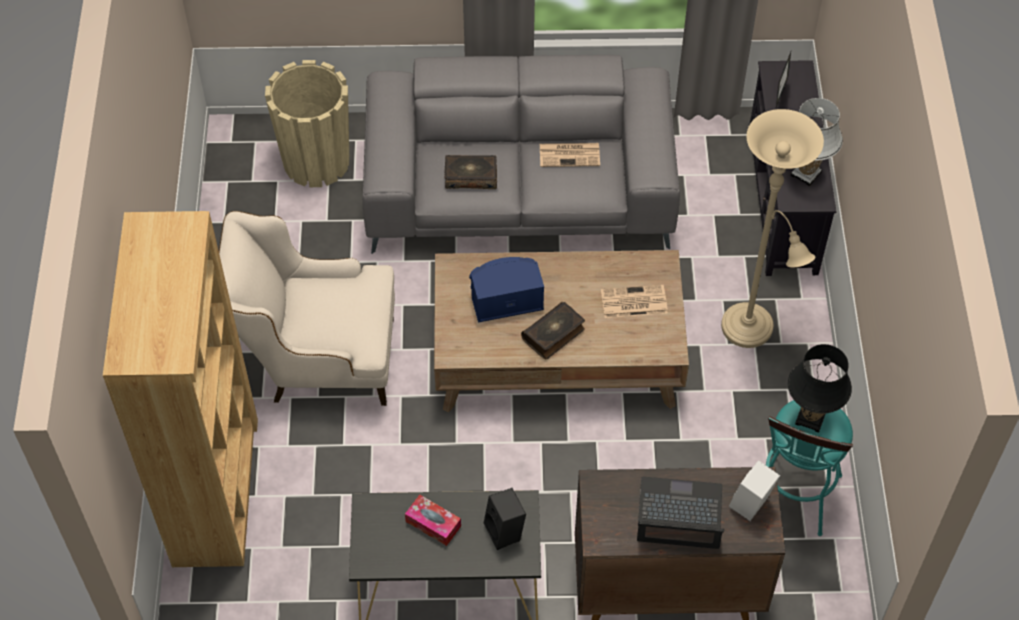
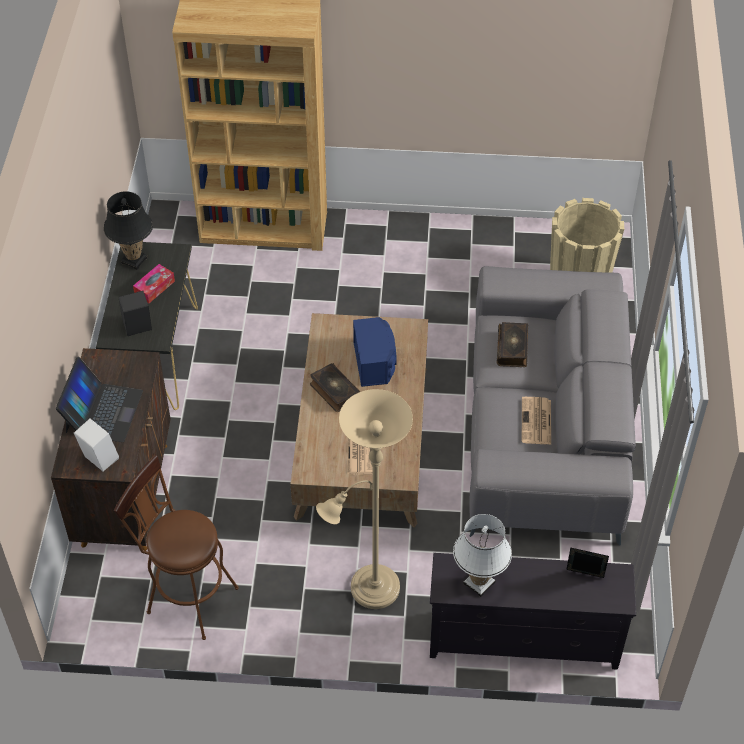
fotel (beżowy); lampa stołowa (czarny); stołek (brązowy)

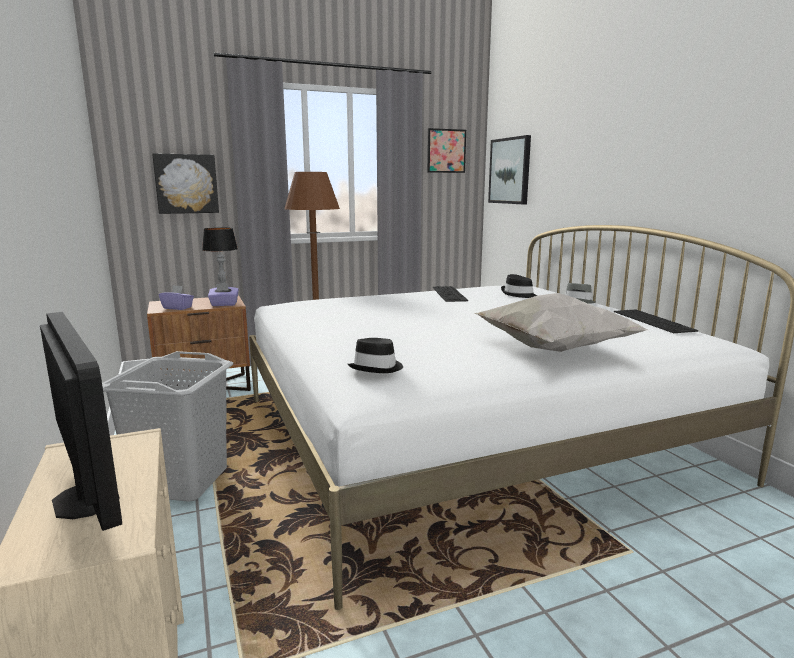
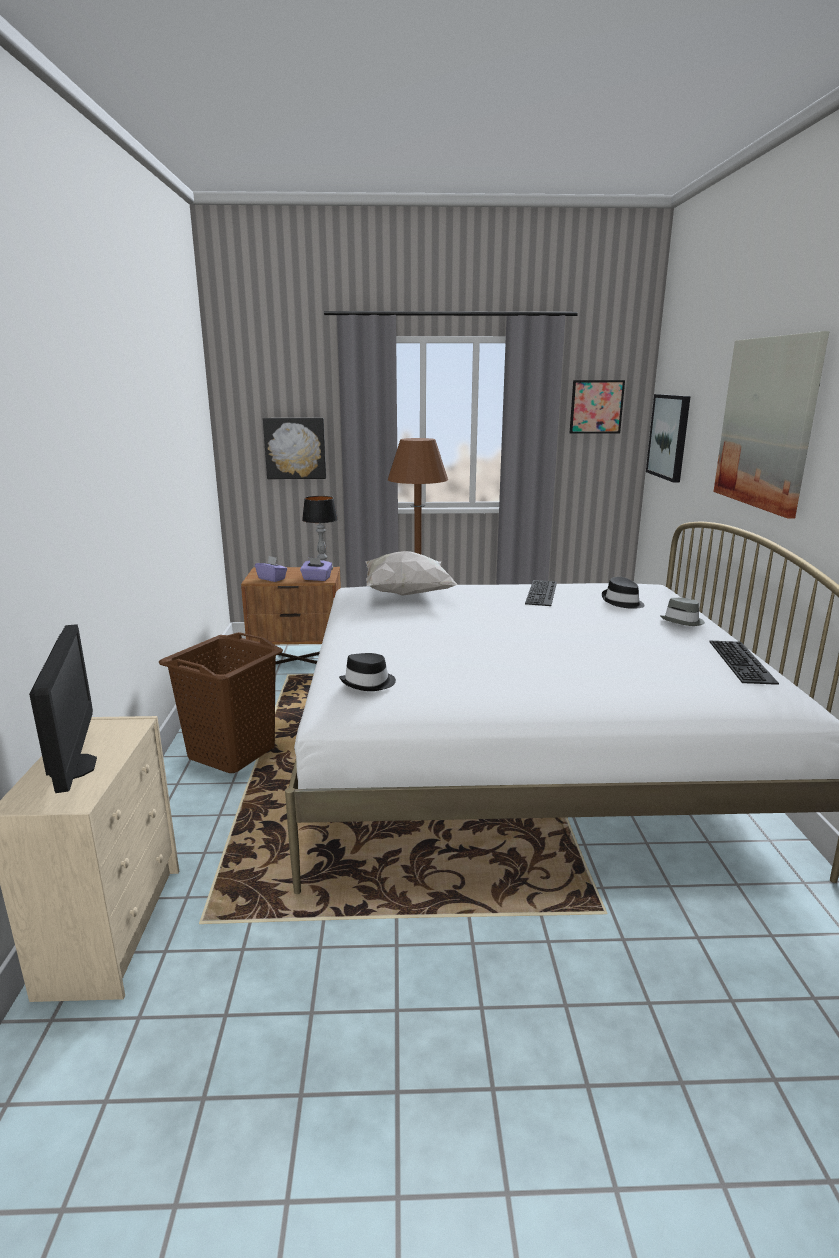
poduszka (biały); kosz na pranie (brązowy); obraz (4th from left)

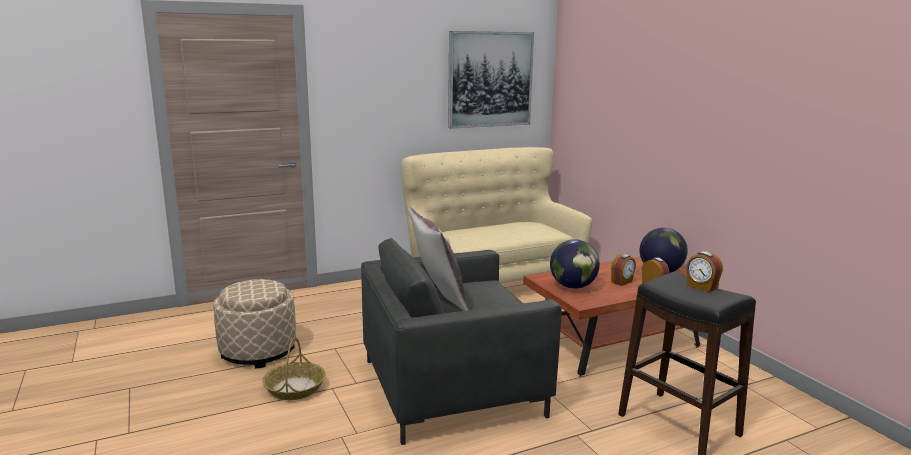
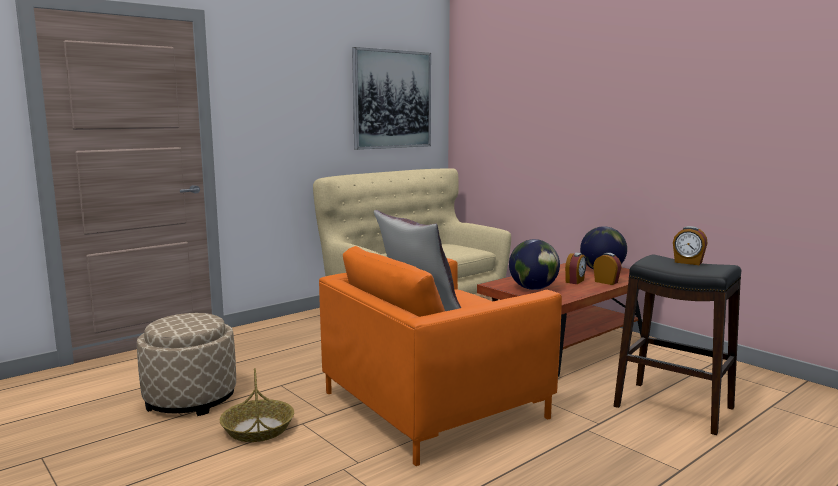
fotel (pomarańczowy)

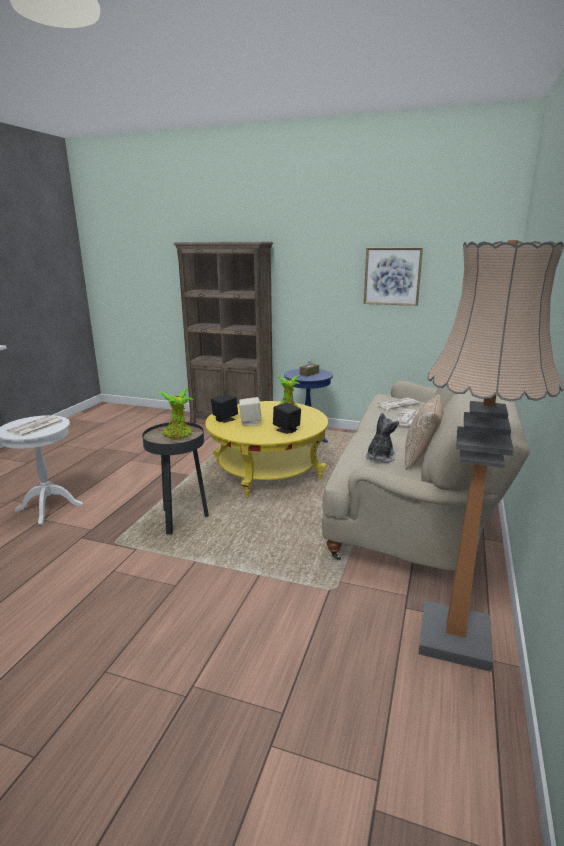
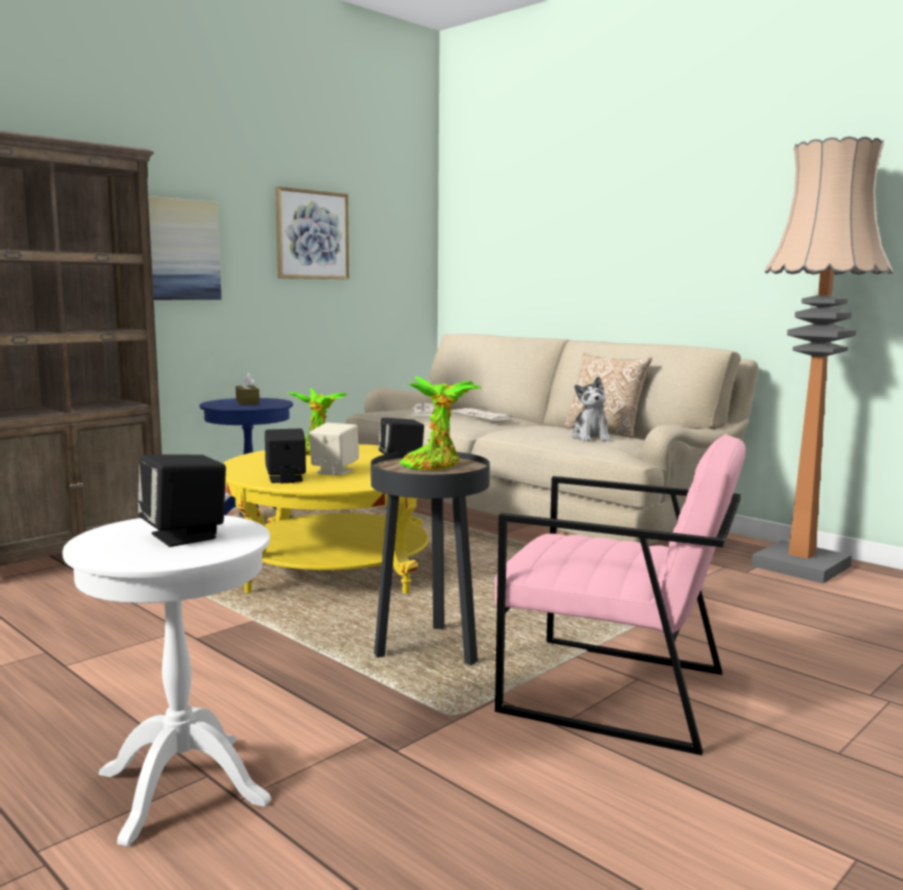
pluszak; głośnik (czarny) (1st from left); obraz (1st from left); fotel (różowy)

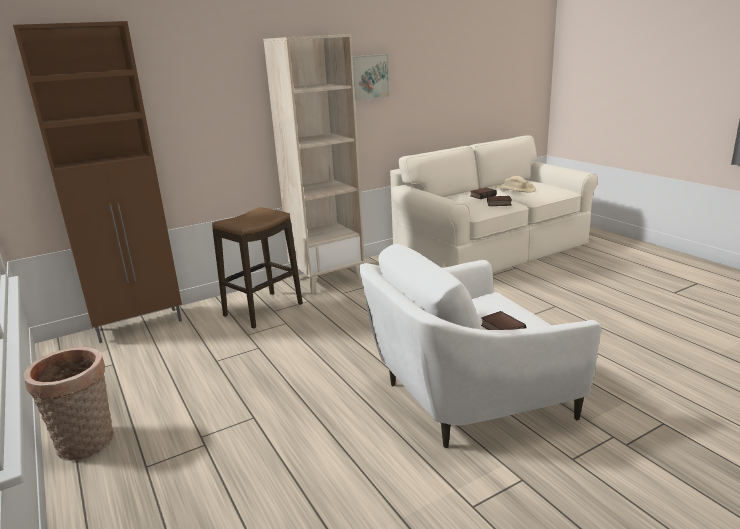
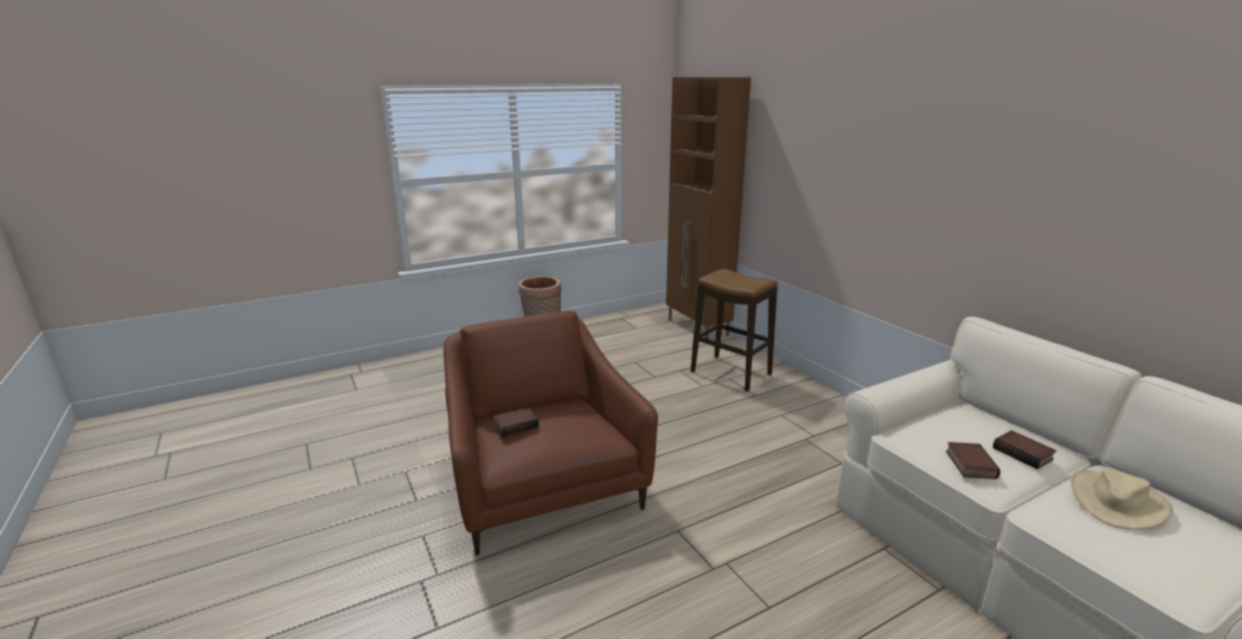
regał (beżowy); obraz; fotel (brązowy)

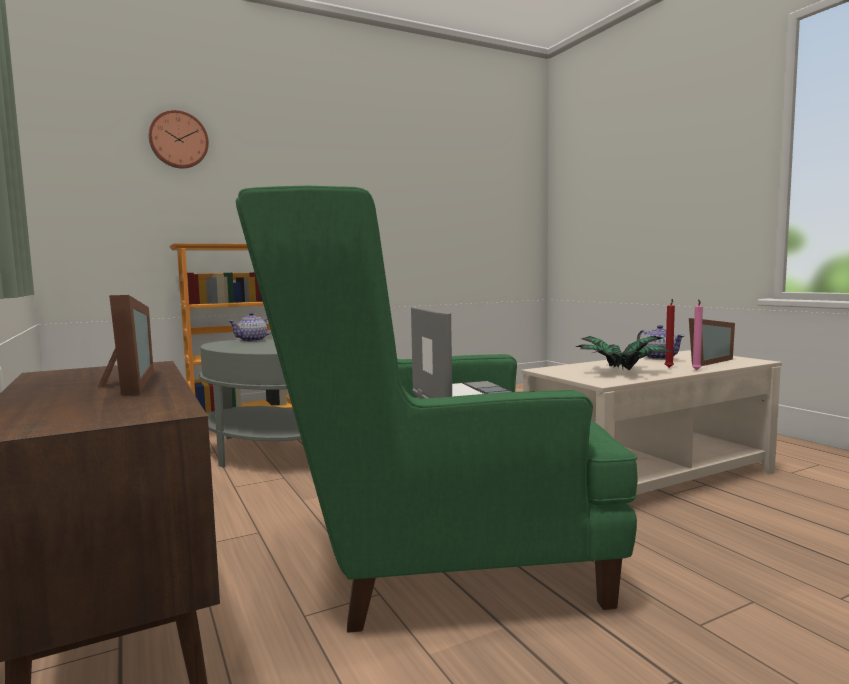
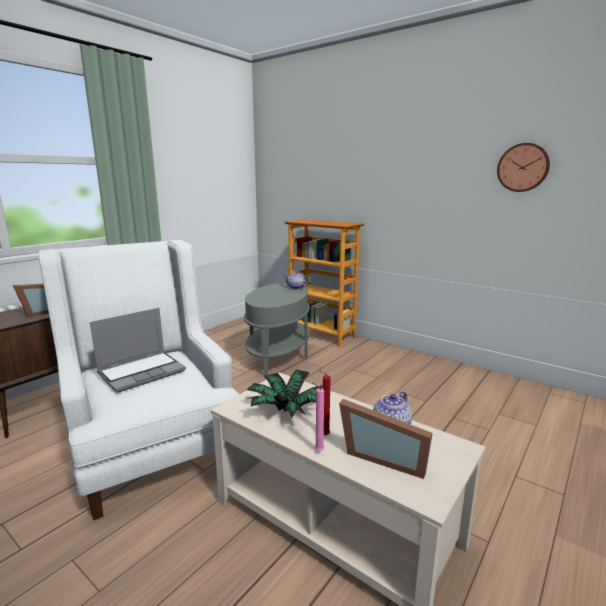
zegar ścienny; fotel (biały)

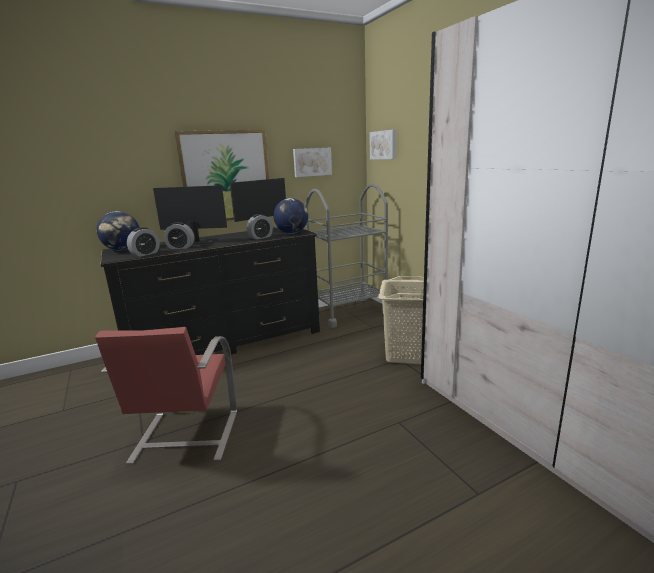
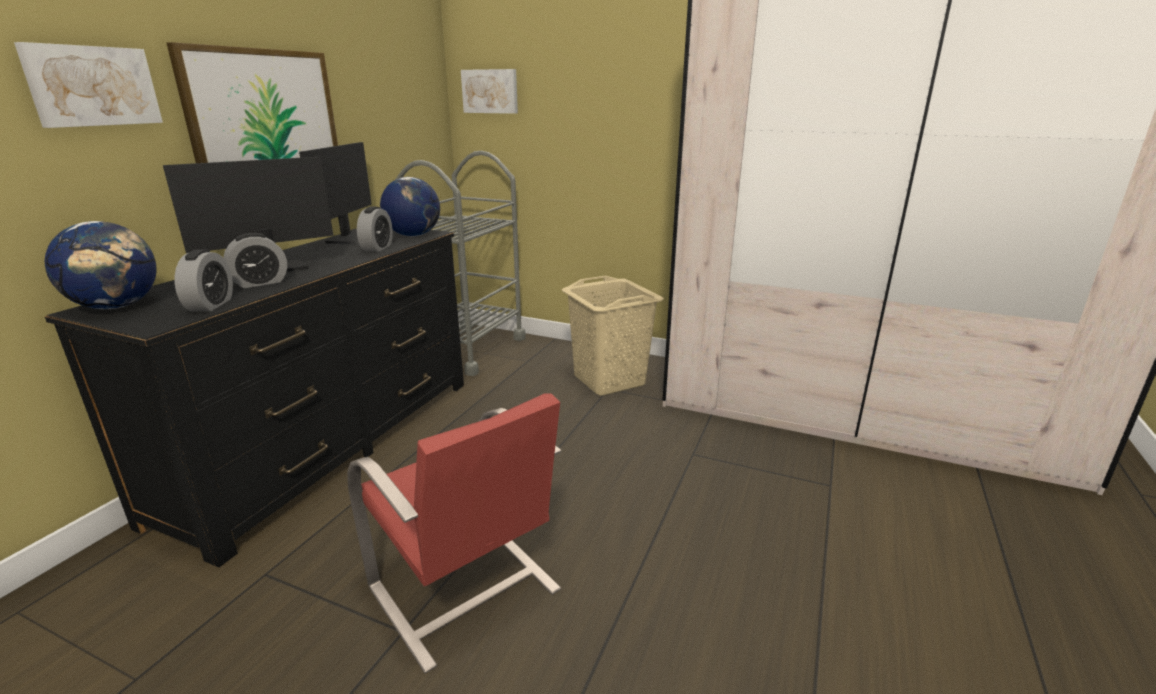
obraz (1st from left)

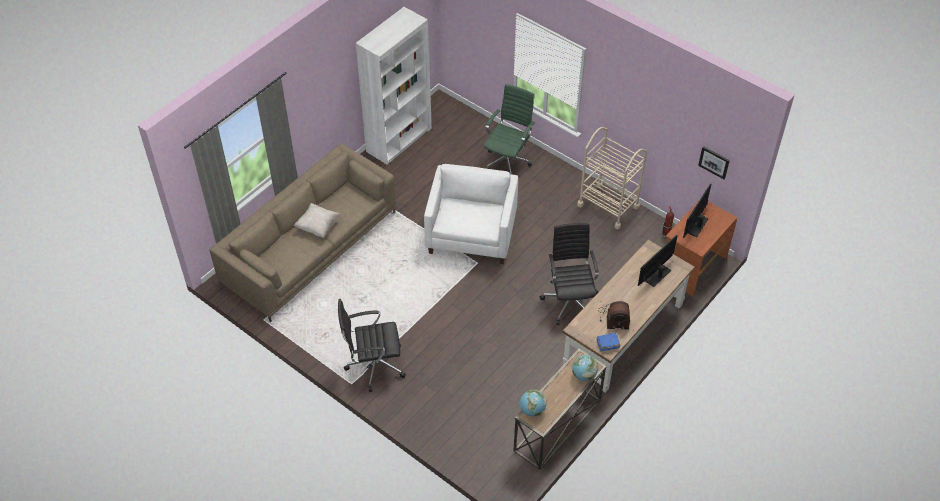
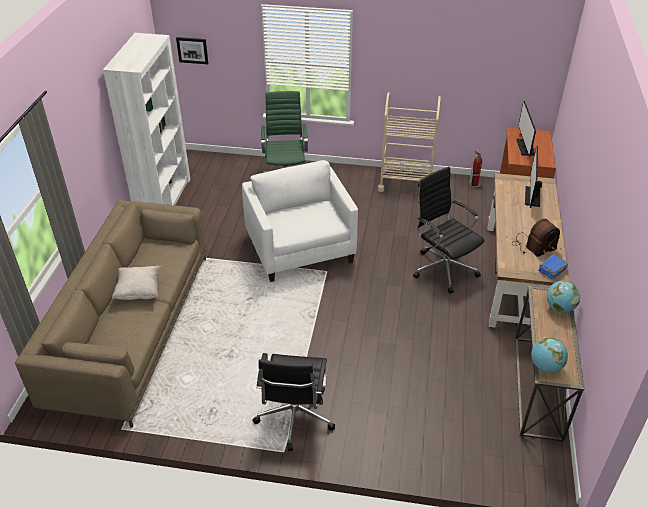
obraz; krzesło biurowe (czarny) (1st from left)

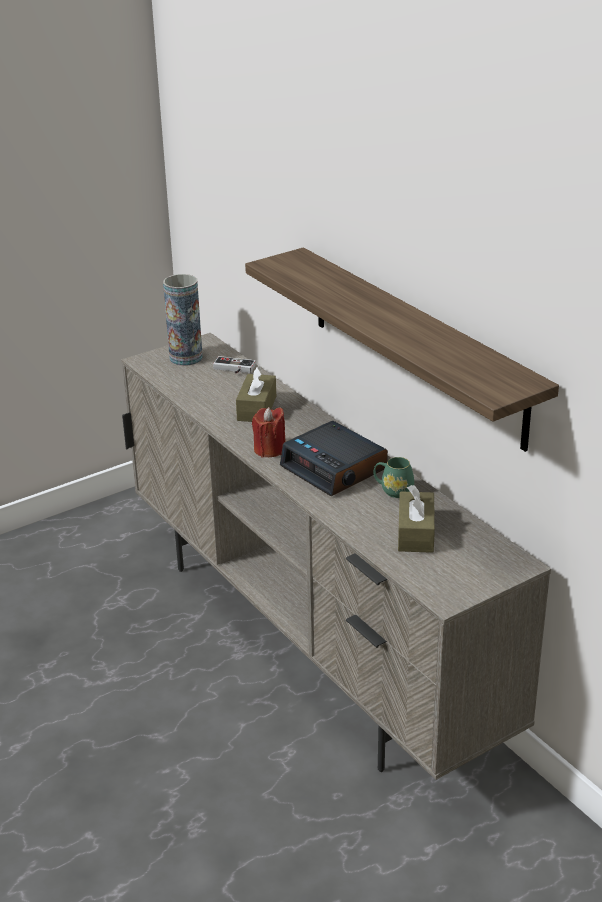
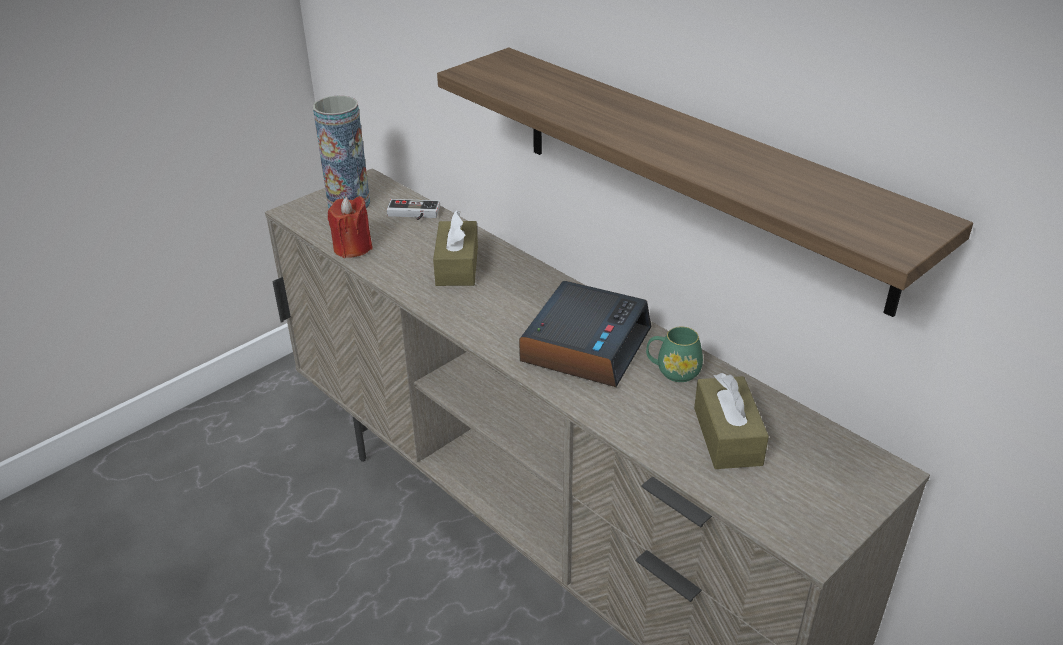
świeca (czerwony); budzik

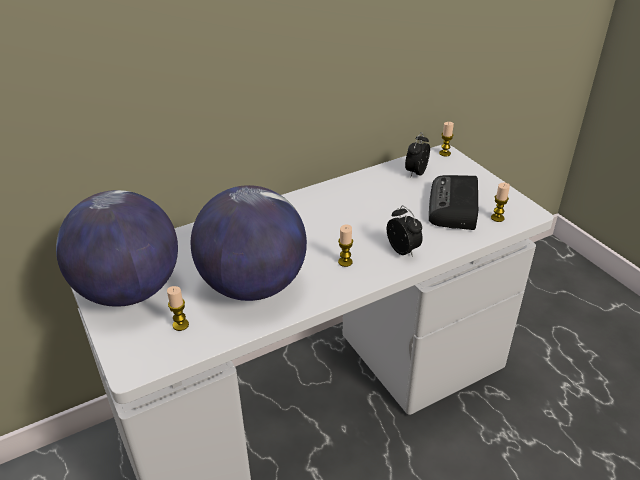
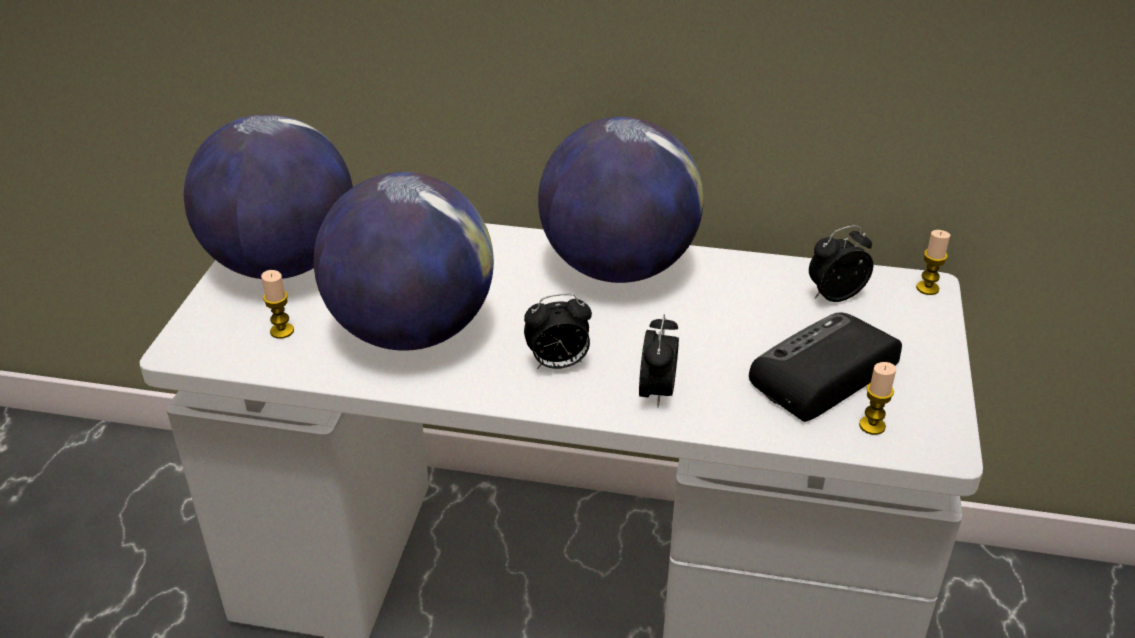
budzik (1st from left); globus (3rd from left)

